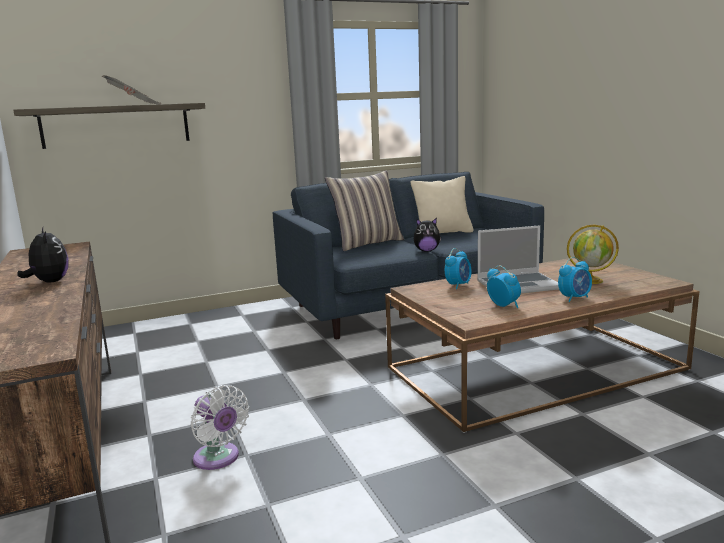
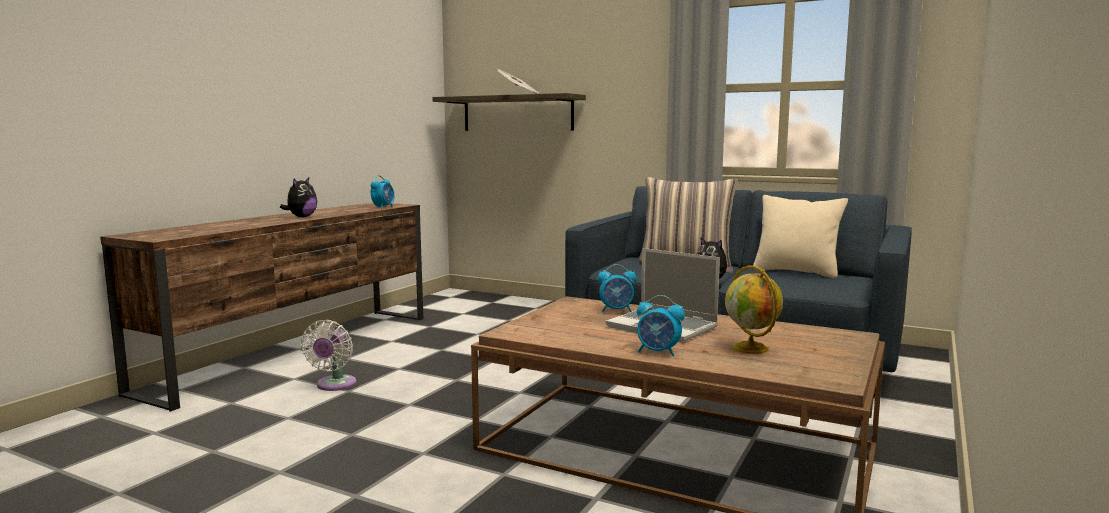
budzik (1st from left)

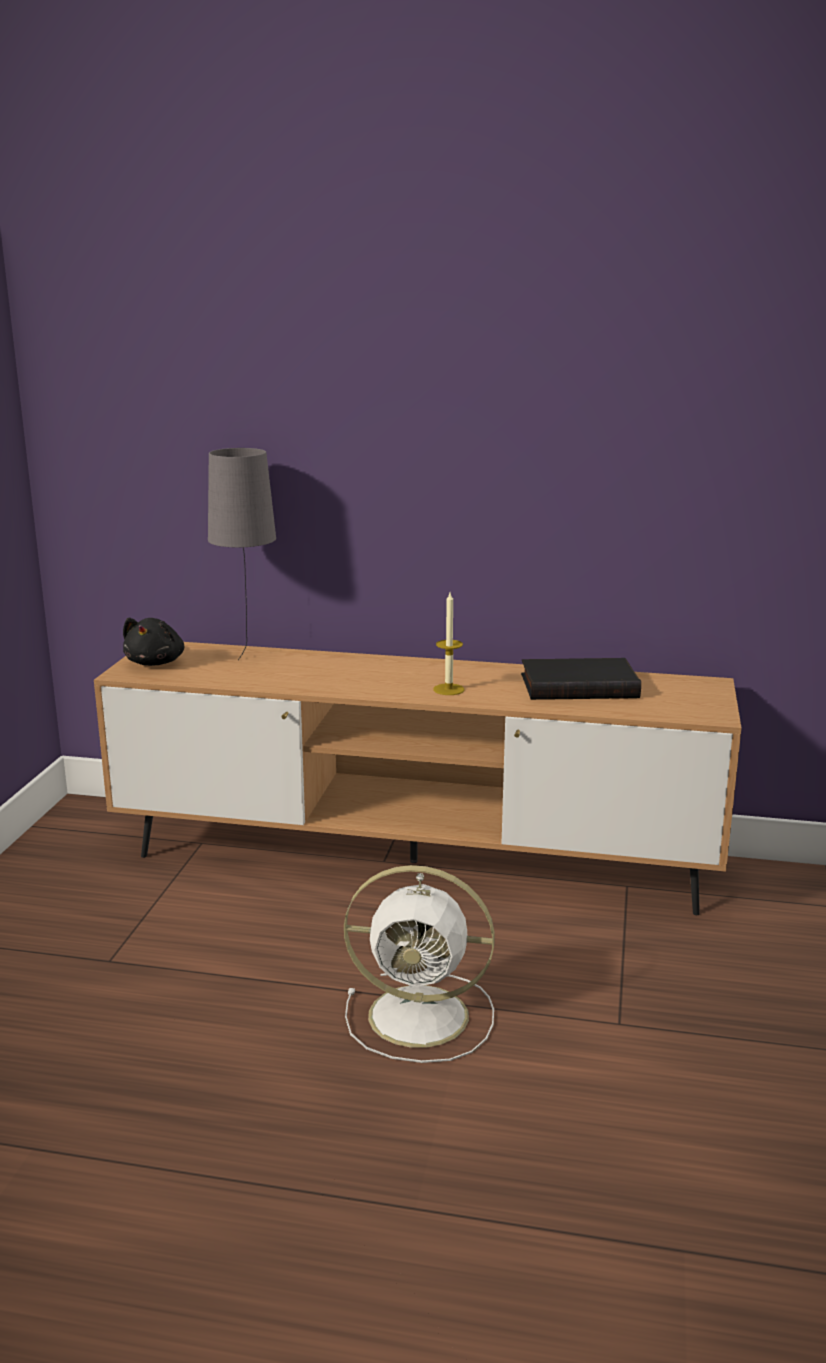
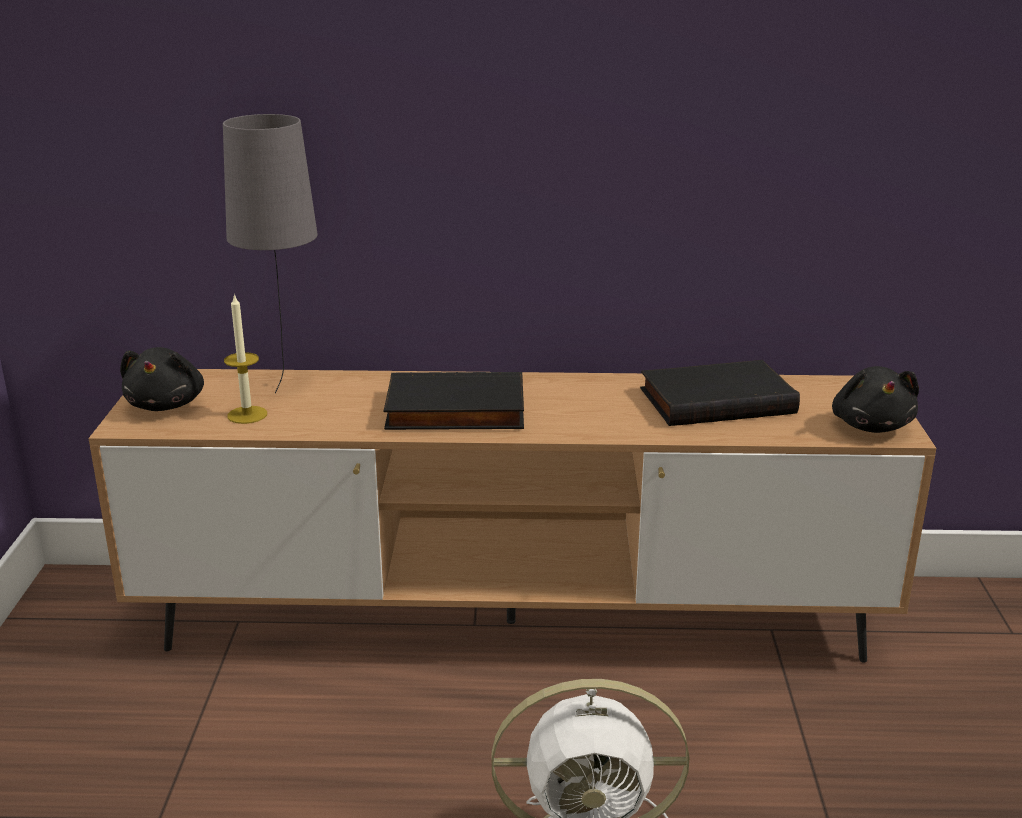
świeca; pluszak (czarny) (2nd from left); książka (czarny) (1st from left)

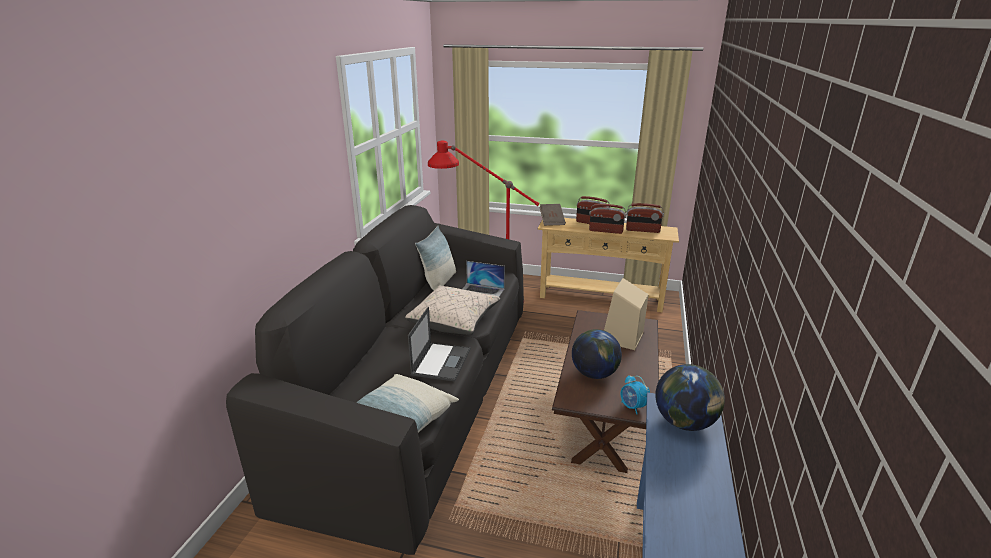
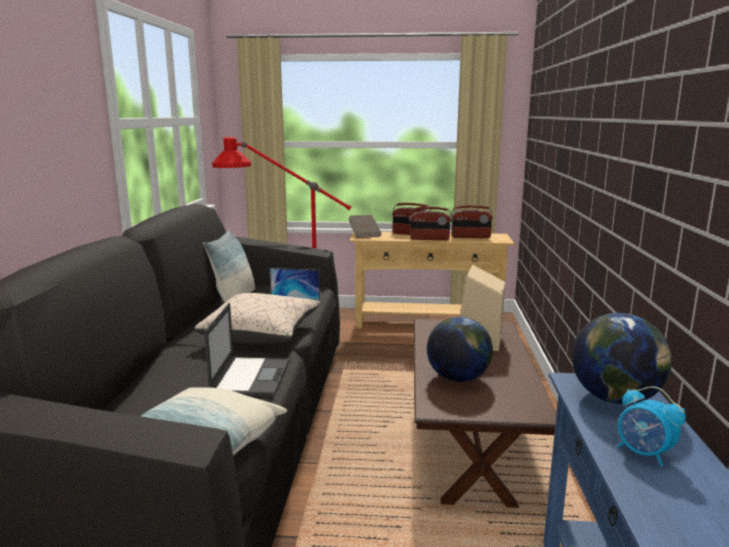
budzik

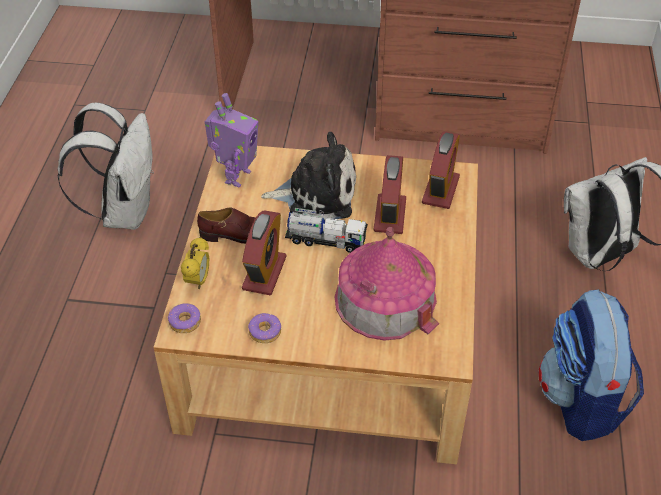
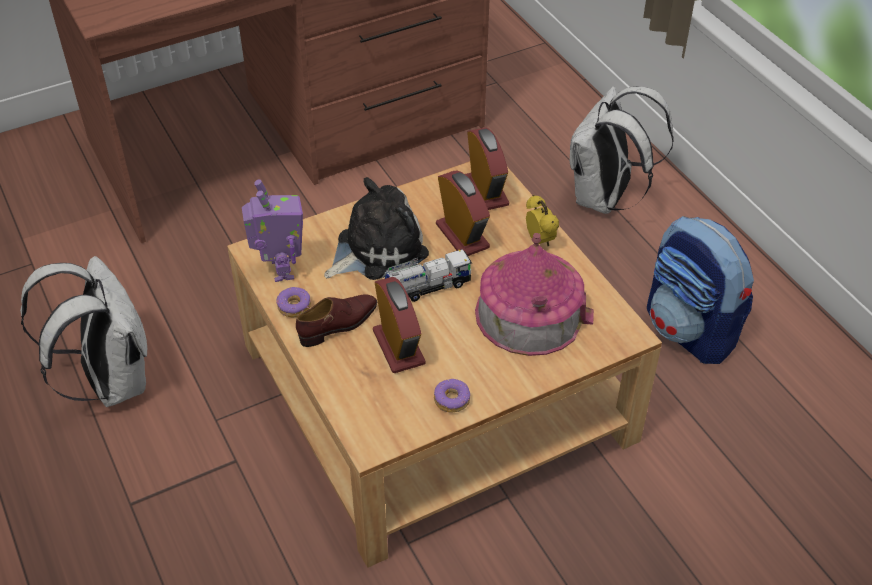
budzik (4th from left); donut (1st from left)

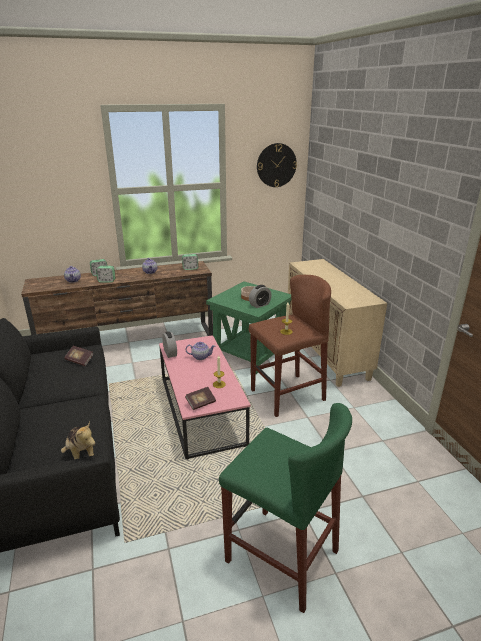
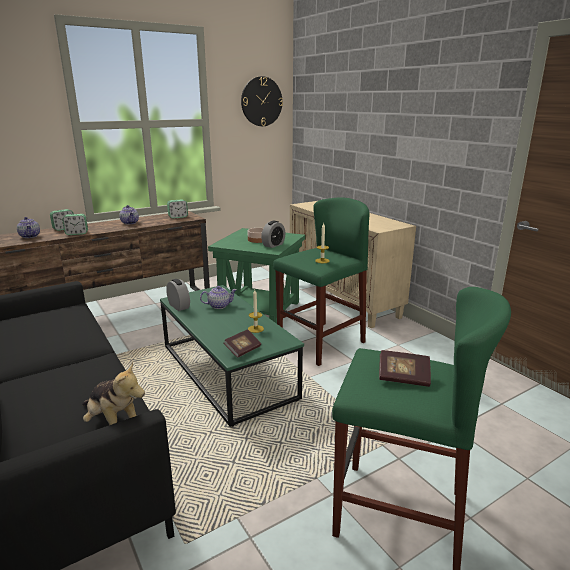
stołek (zielony) (1st from left); ława (zielony); książka (2nd from left)

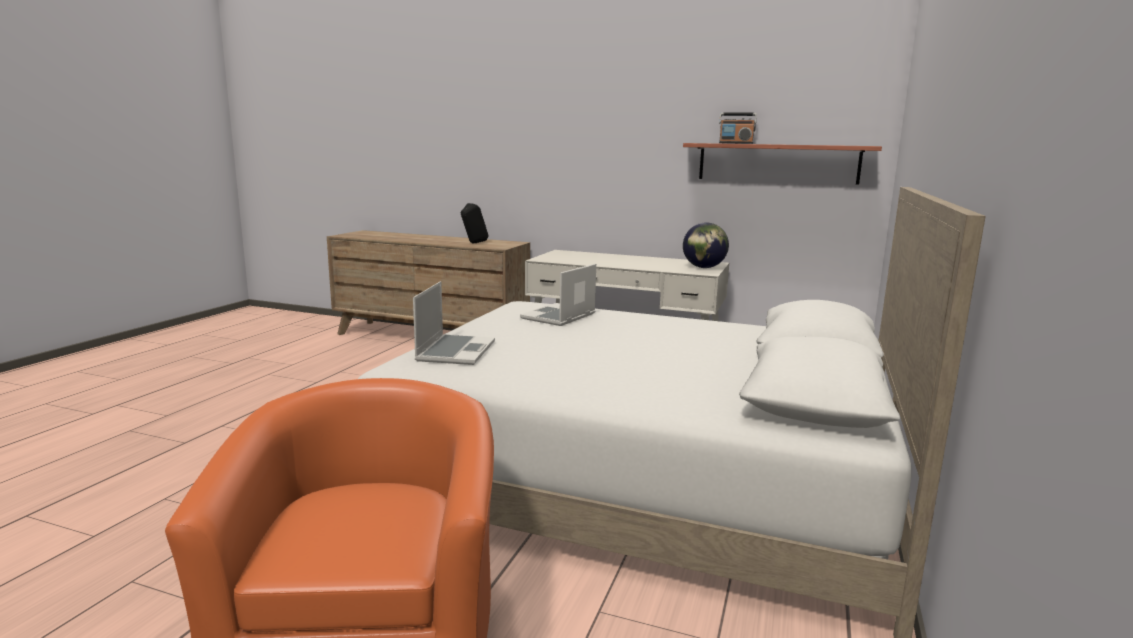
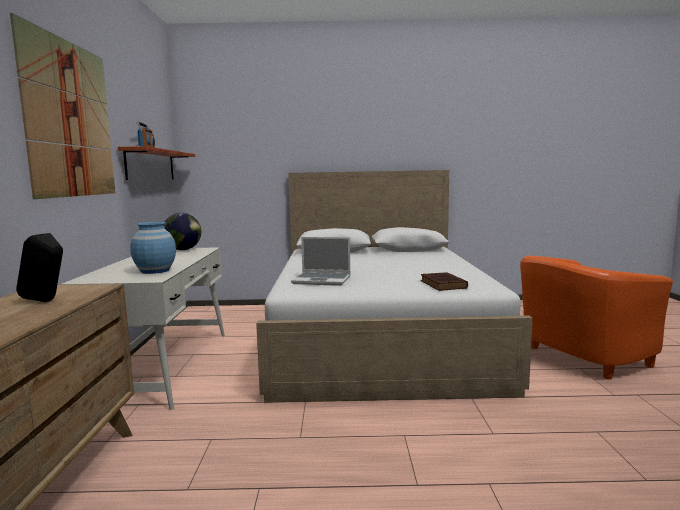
książka (brązowy); obraz; wazon (niebieski)

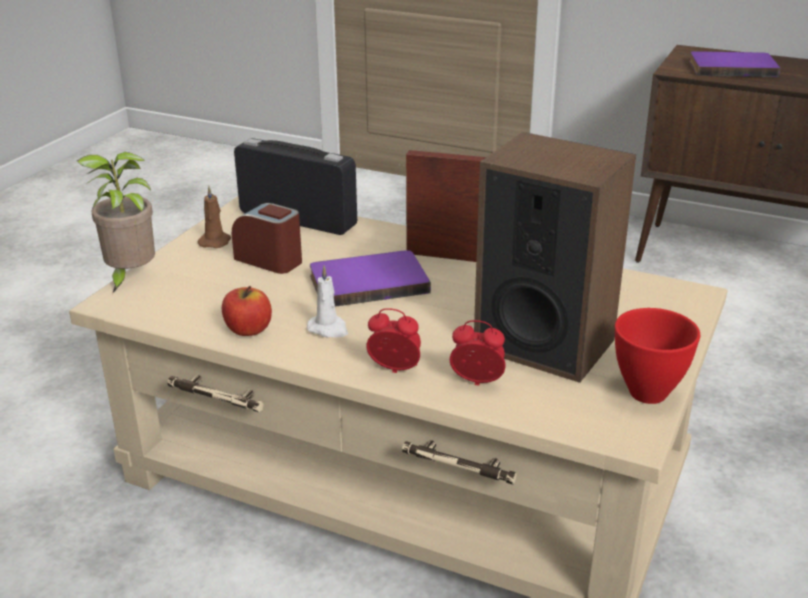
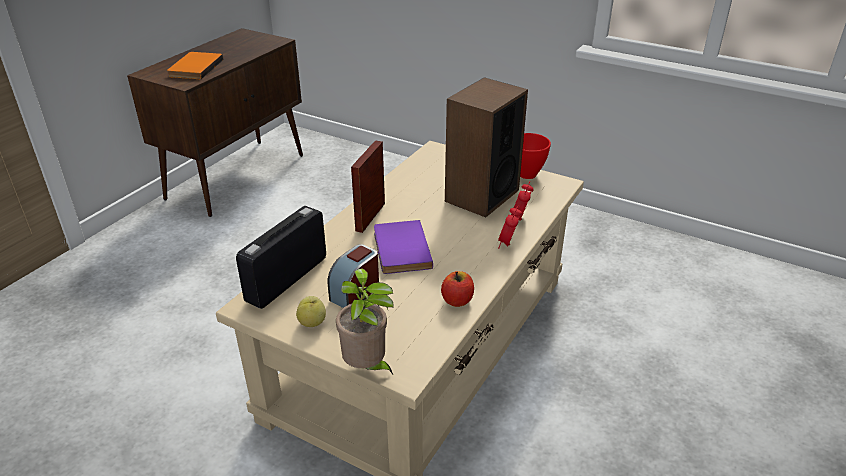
książka (pomarańczowy); jabłko (1st from left); świeca (biały)

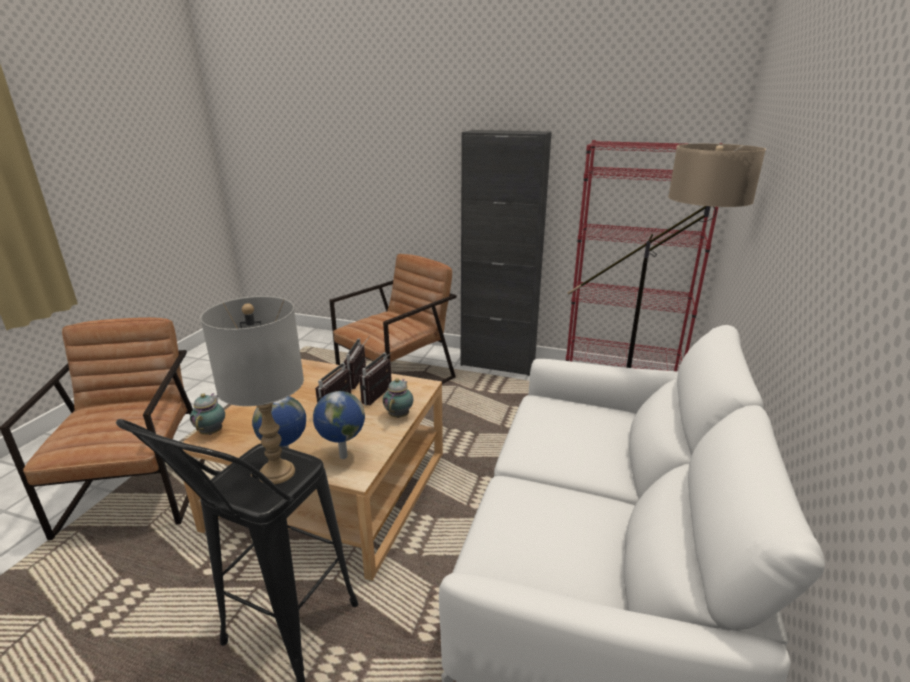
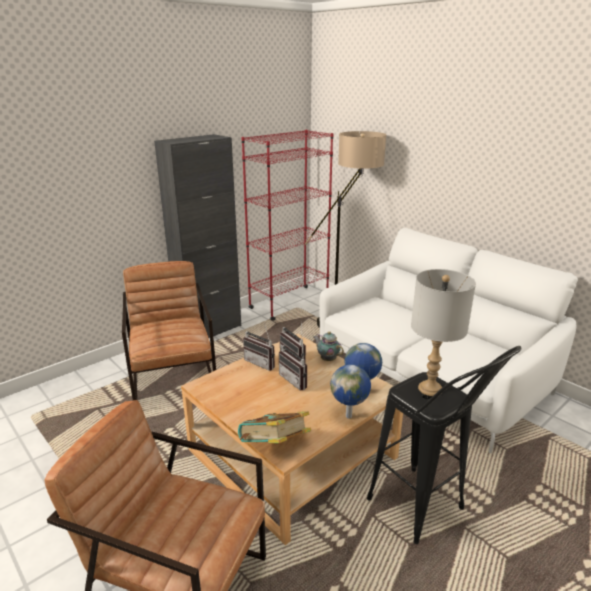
książka

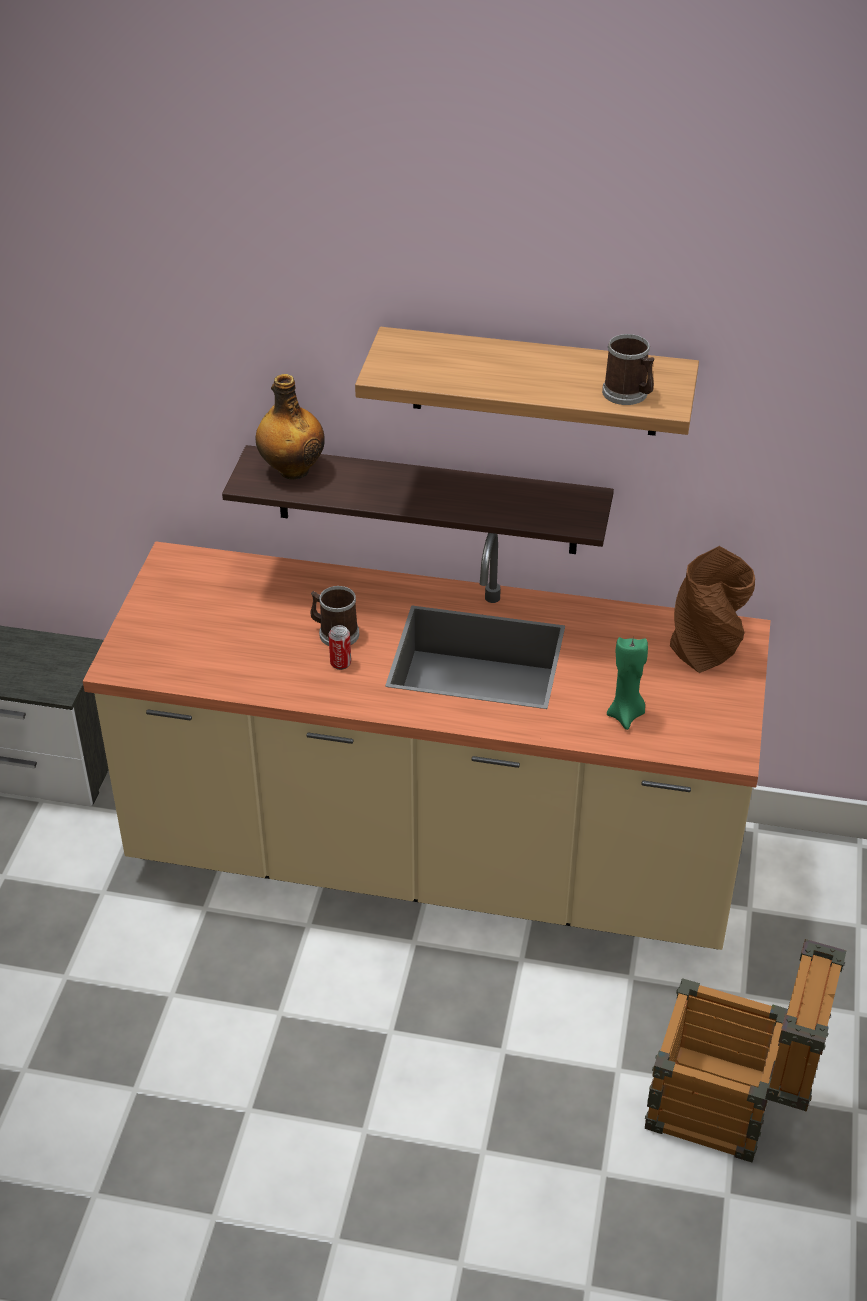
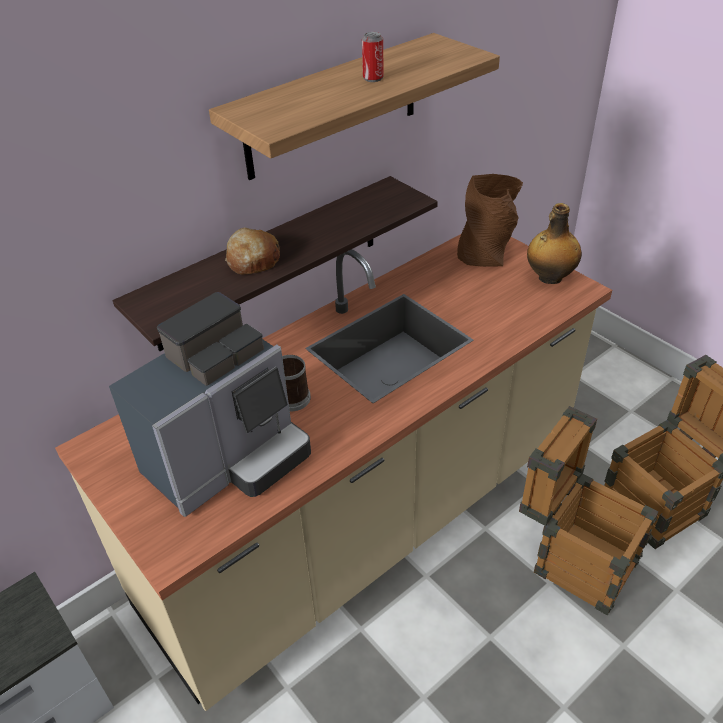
kubek (2nd from left in the first image); butelka; puszka; świeca (zielony); chleb; ekspres do kawy; skrzynka (1st from left)

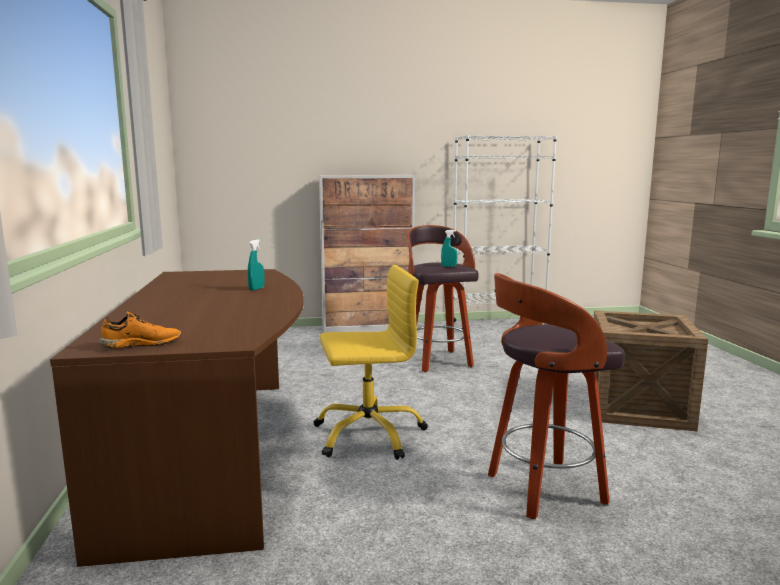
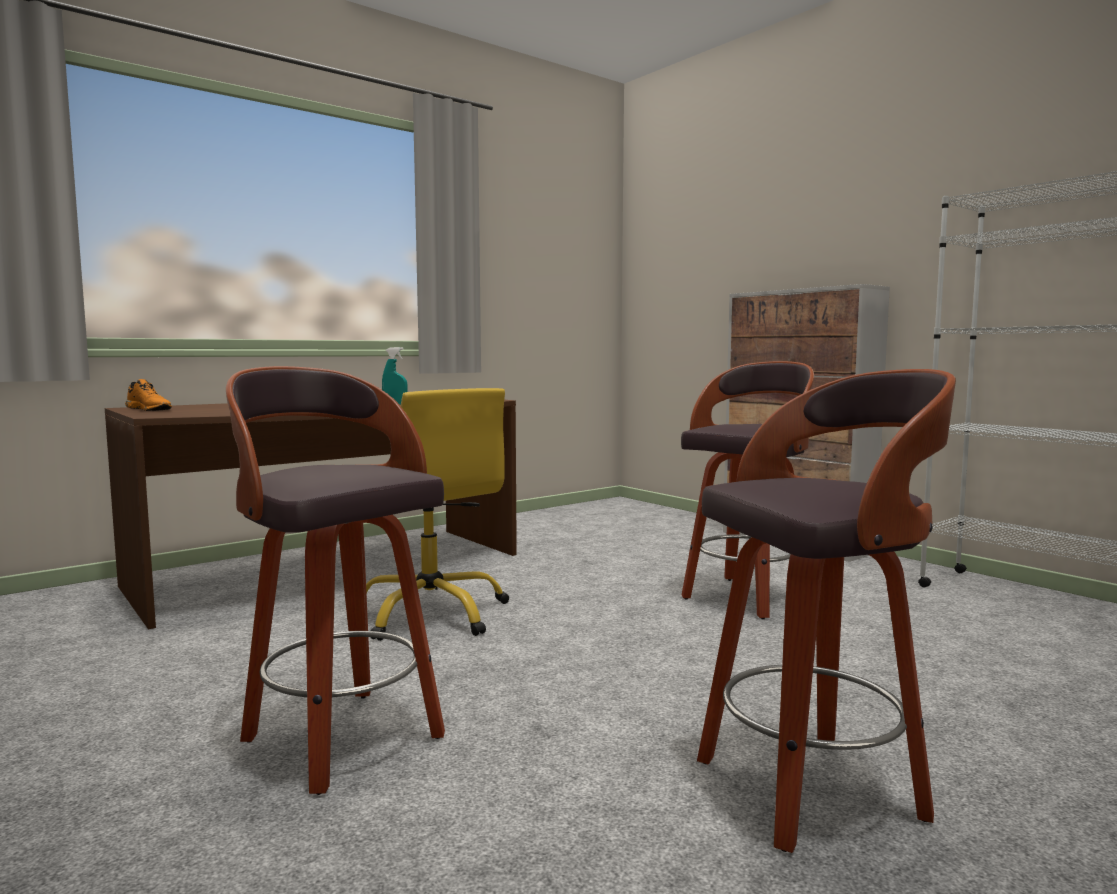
spryskiwacz (turkusowy) (2nd from left in the first image); stołek (3rd from left)

